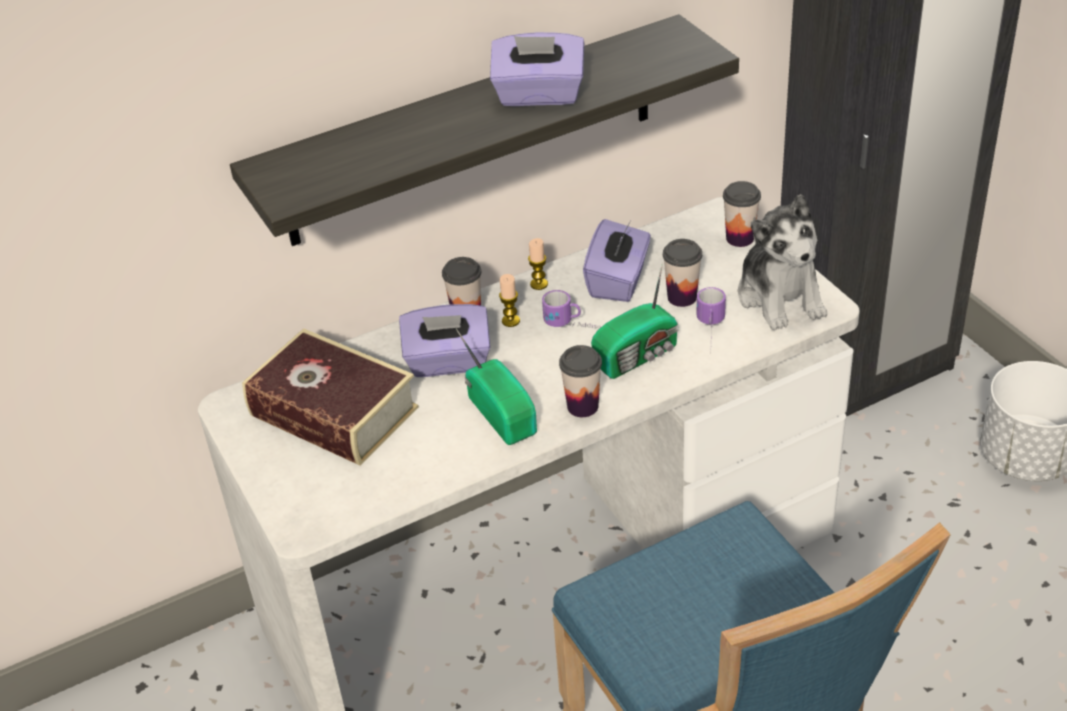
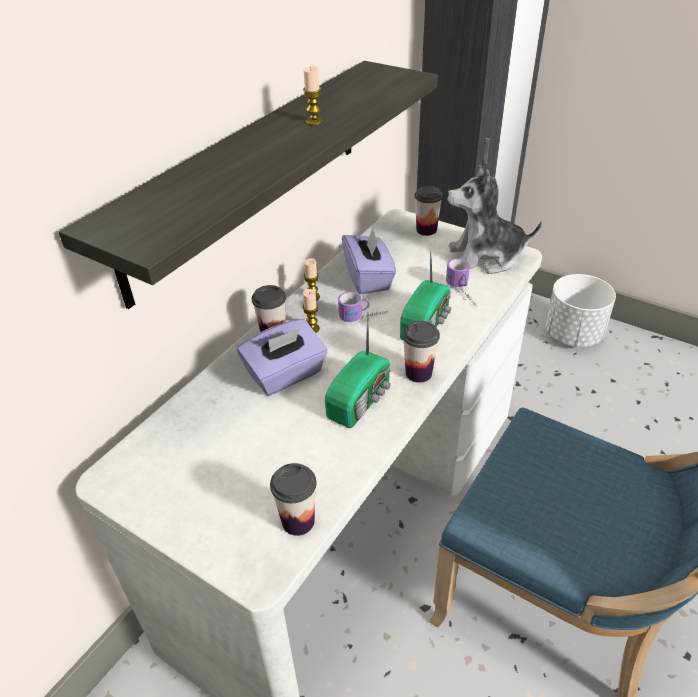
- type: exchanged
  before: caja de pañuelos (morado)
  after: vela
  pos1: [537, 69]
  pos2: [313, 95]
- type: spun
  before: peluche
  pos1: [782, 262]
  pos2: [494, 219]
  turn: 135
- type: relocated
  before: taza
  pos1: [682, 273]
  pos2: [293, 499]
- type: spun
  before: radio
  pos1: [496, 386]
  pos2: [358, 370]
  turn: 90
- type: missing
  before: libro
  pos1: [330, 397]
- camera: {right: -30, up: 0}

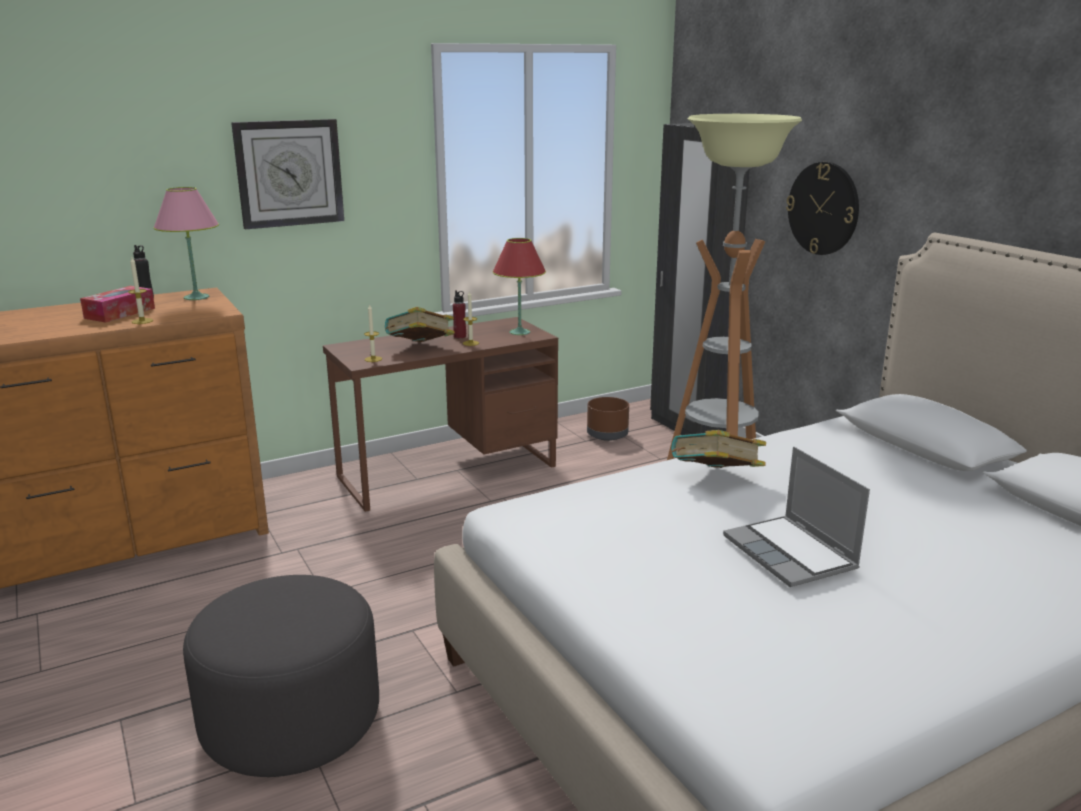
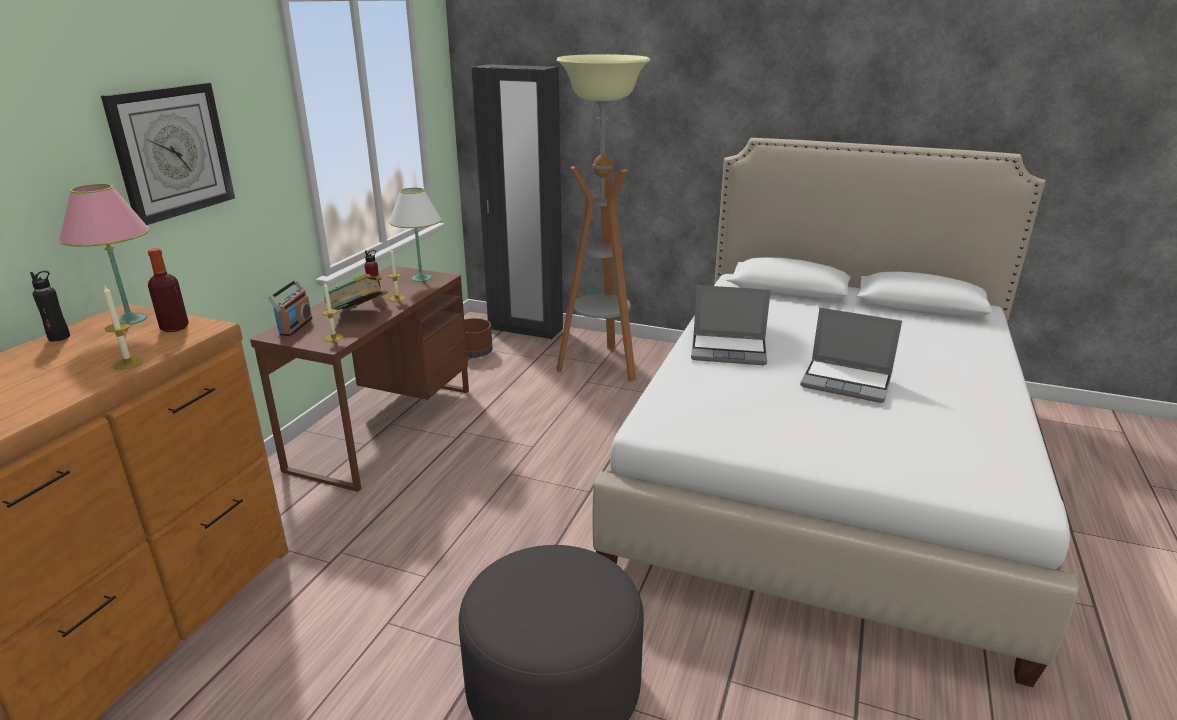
- type: missing
  before: reloj de pared
  pos1: [822, 208]
- type: colour
  before: lámpara de mesa (rojo)
  after: lámpara de mesa (blanco)
  pos1: [519, 286]
  pos2: [415, 235]
- type: missing
  before: caja de pañuelos
  pos1: [117, 304]
- type: exchanged
  before: libro
  after: portátil
  pos1: [718, 449]
  pos2: [731, 325]
- type: appeared
  after: botella
  pos2: [168, 290]
- type: appeared
  after: radio
  pos2: [290, 308]
- camera: {right: -40, up: 5}

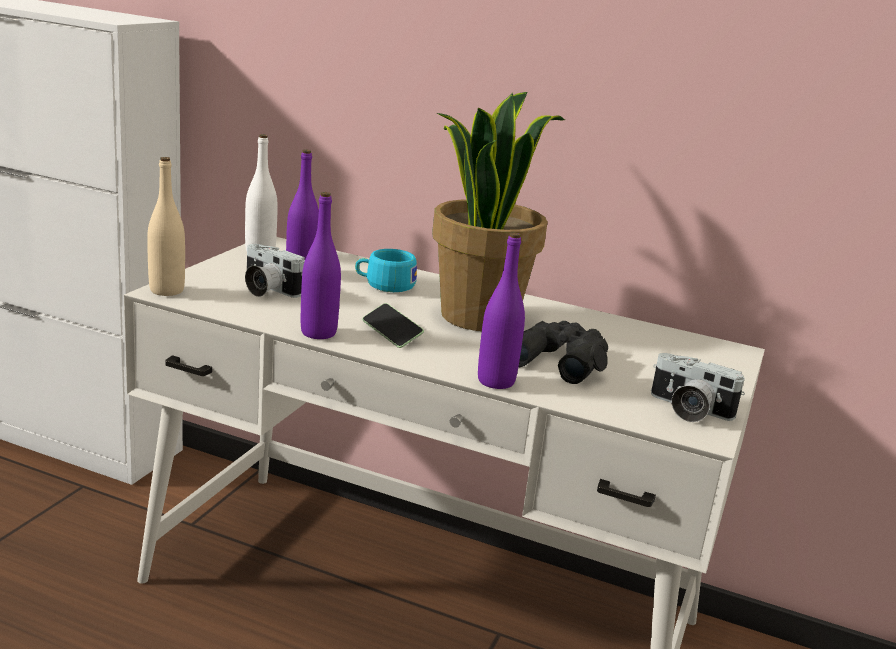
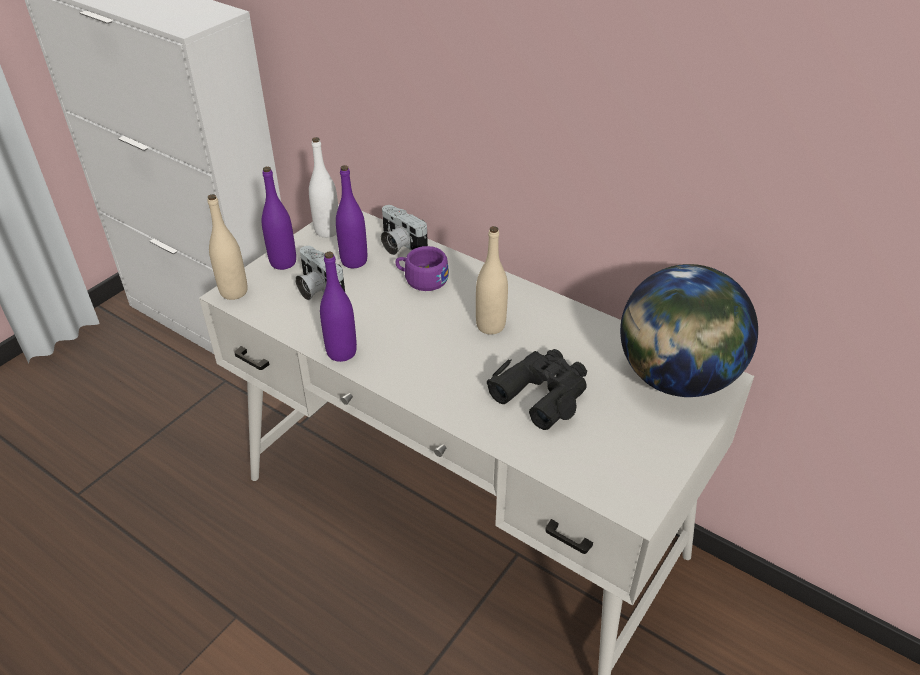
- type: exchanged
  before: planta en maceta
  after: botella (beis)
  pos1: [498, 211]
  pos2: [492, 280]
- type: relocated
  before: botella (morado)
  pos1: [501, 310]
  pos2: [279, 218]
- type: colour
  before: taza (turquesa)
  after: taza (morado)
  pos1: [386, 270]
  pos2: [422, 268]
- type: missing
  before: móvil
  pos1: [393, 325]
- type: relocated
  before: cámara
  pos1: [698, 387]
  pos2: [404, 230]
- type: appeared
  after: globo terráqueo
  pos2: [689, 330]
- camera: {right: 15, up: 20}

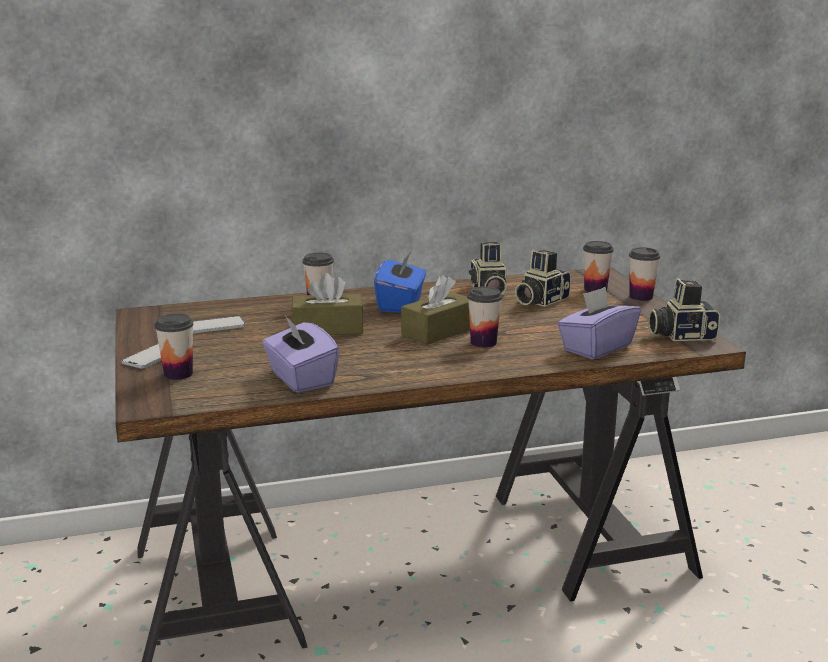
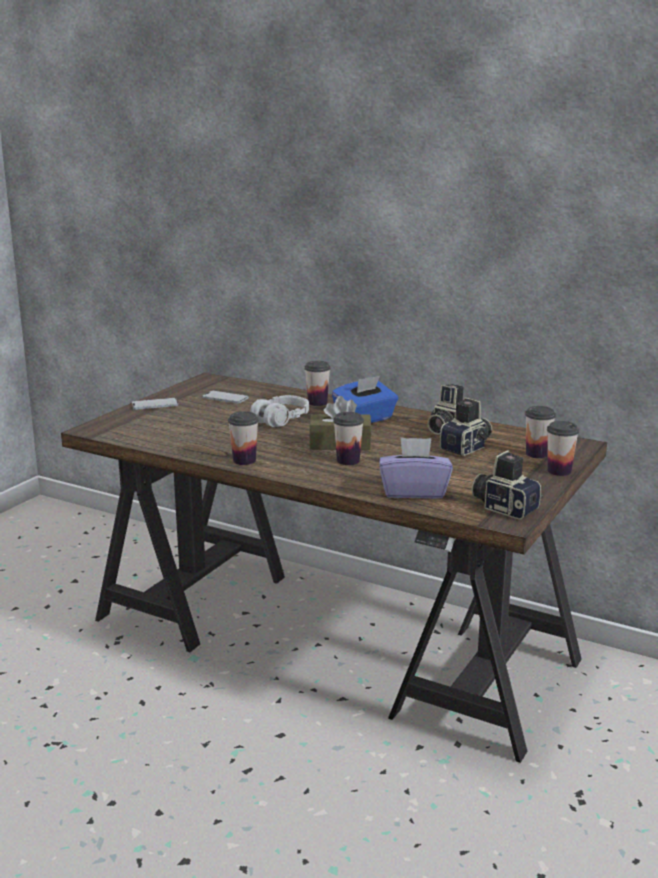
- type: spun
  before: cámara
  pos1: [543, 278]
  pos2: [466, 426]
  turn: 135
- type: exchanged
  before: caja de pañuelos (marrón)
  after: auriculares (gris)
  pos1: [328, 304]
  pos2: [279, 411]
- type: relocated
  before: taza
  pos1: [174, 346]
  pos2: [243, 438]
- type: missing
  before: caja de pañuelos (morado)
  pos1: [300, 355]
- camera: {right: 45, up: 0}

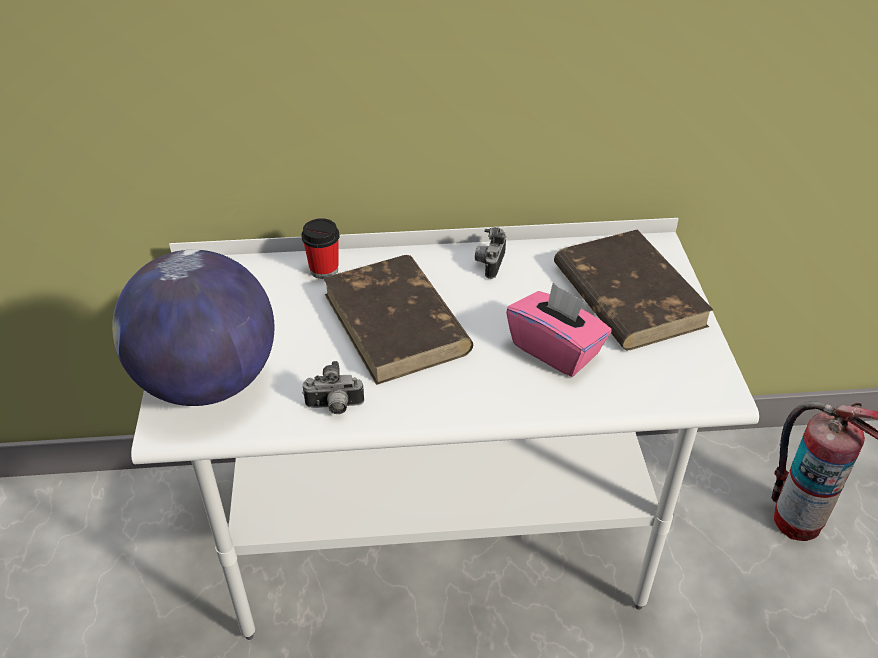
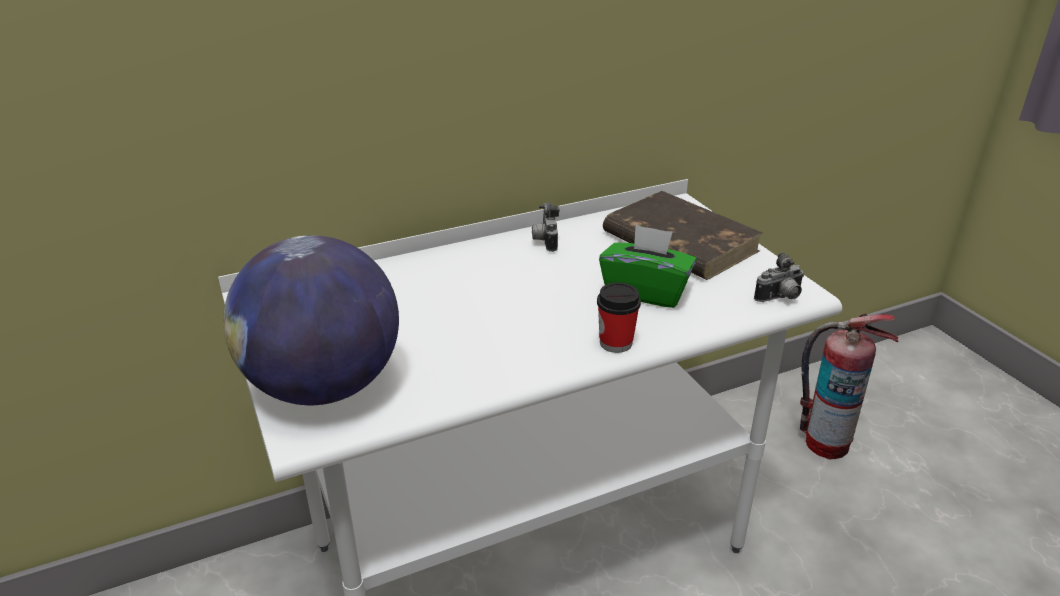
- type: relocated
  before: taza
  pos1: [320, 248]
  pos2: [619, 318]
- type: missing
  before: libro (marrón)
  pos1: [398, 320]
- type: colour
  before: caja de pañuelos (rosa)
  after: caja de pañuelos (verde)
  pos1: [558, 330]
  pos2: [648, 266]
- type: relocated
  before: cámara
  pos1: [333, 387]
  pos2: [779, 277]
- camera: {right: -20, up: -10}

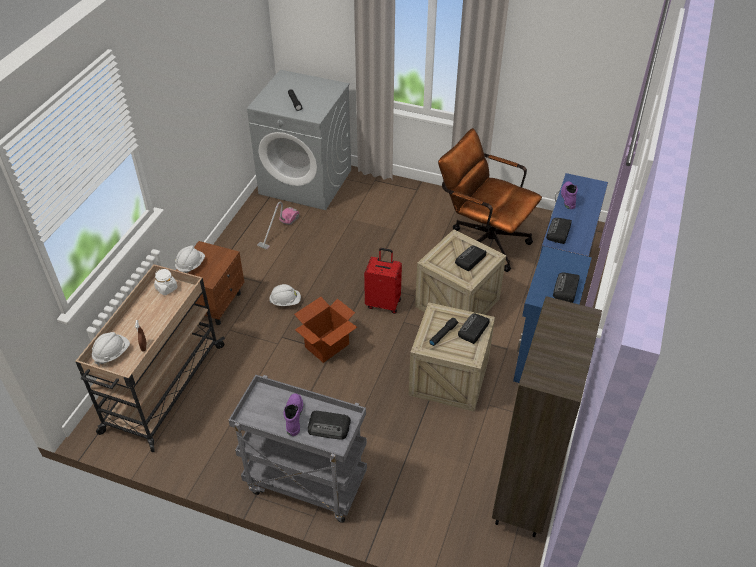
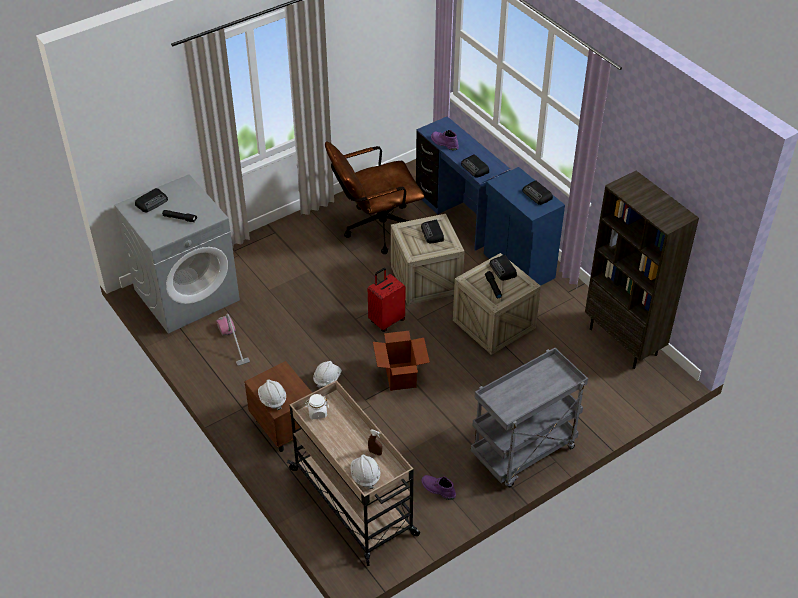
- type: relocated
  before: bota (morado)
  pos1: [293, 414]
  pos2: [439, 487]
- type: relocated
  before: radio
  pos1: [329, 425]
  pos2: [151, 200]
- camera: {right: -55, up: 0}

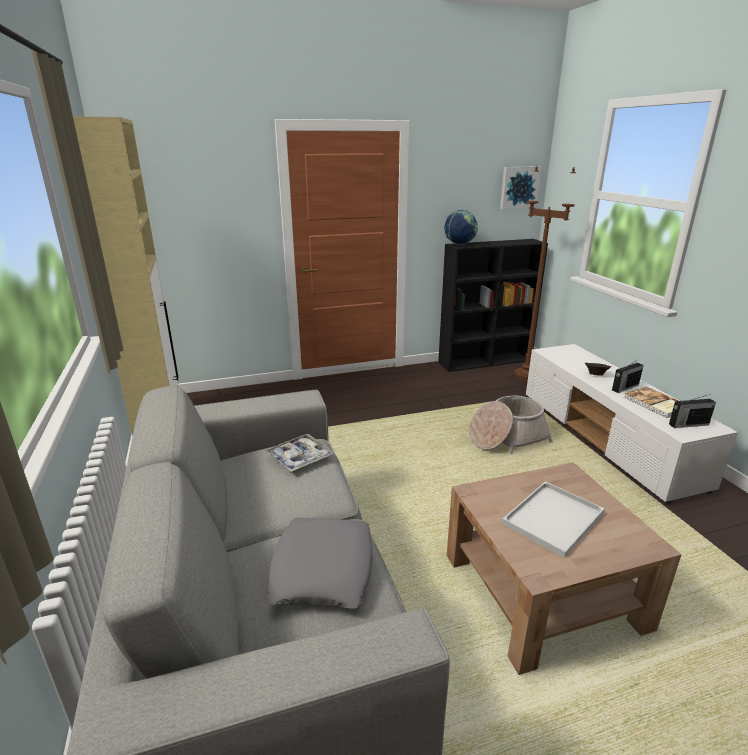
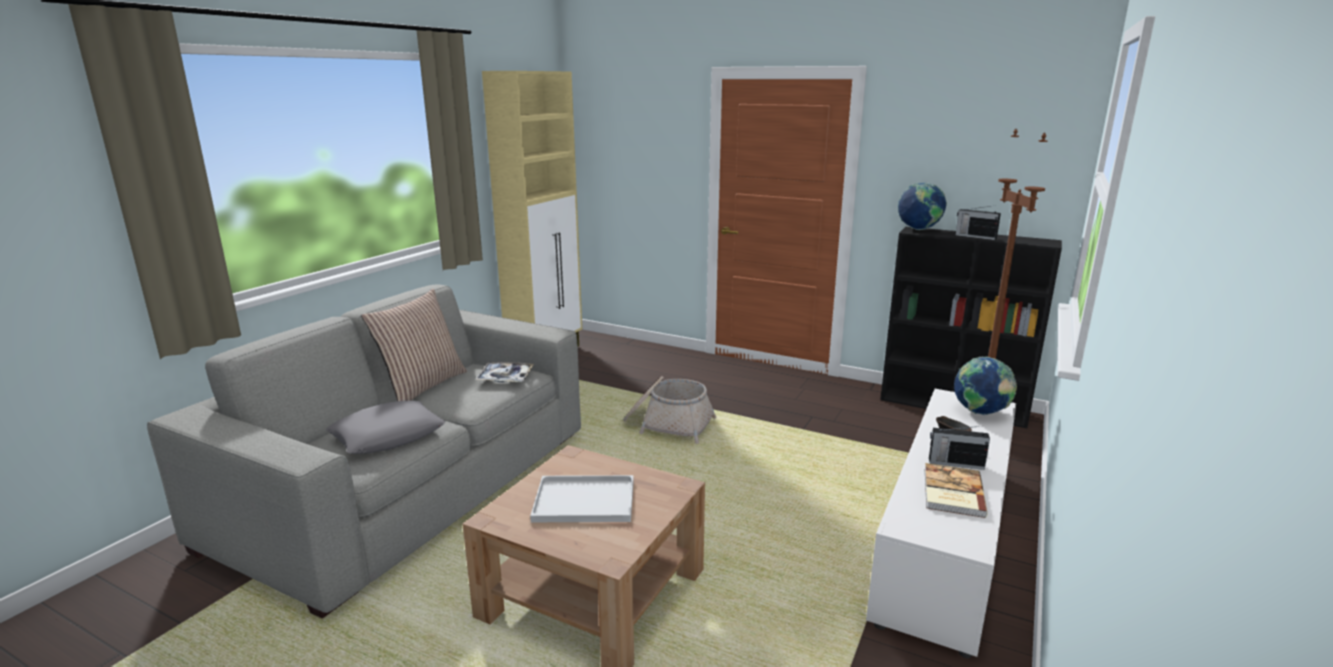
- type: missing
  before: cuadro
  pos1: [520, 188]
- type: relocated
  before: radio
  pos1: [692, 411]
  pos2: [978, 223]
- type: relocated
  before: cesta
  pos1: [511, 425]
  pos2: [670, 410]
- type: appeared
  after: cojín
  pos2: [414, 345]
- type: appeared
  after: globo terráqueo
  pos2: [985, 385]
- camera: {right: 45, up: -5}

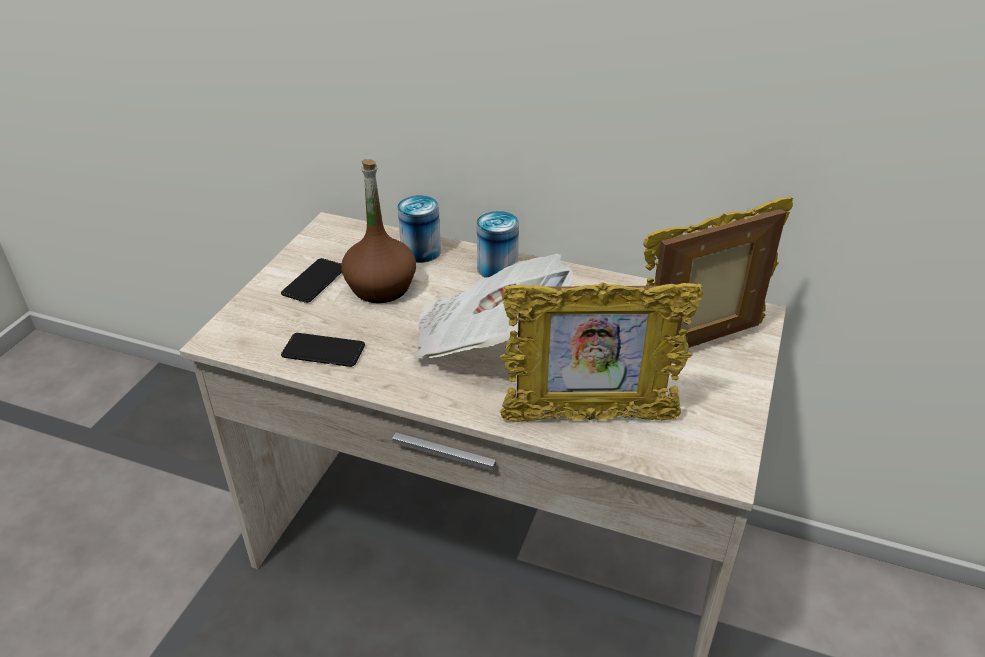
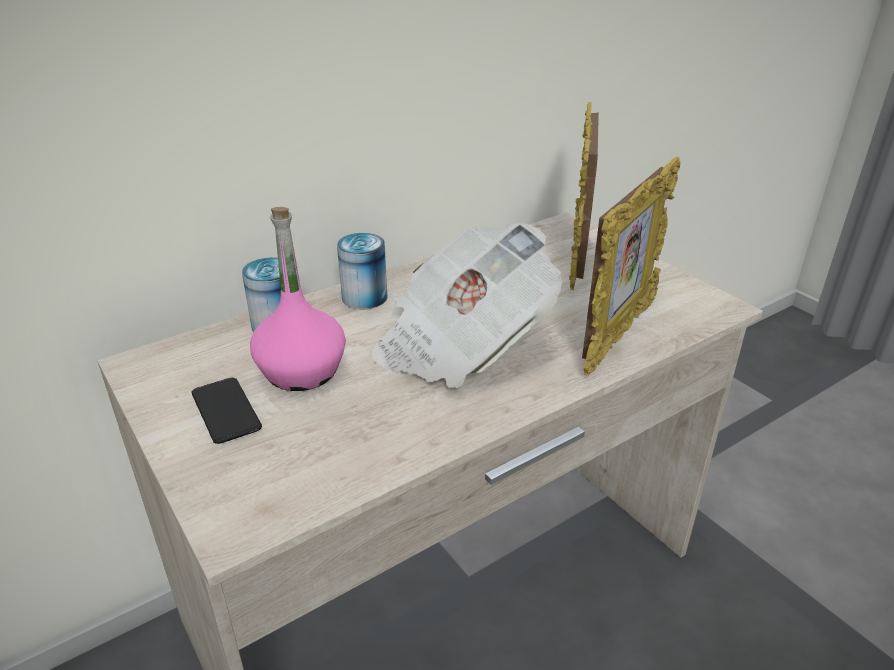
- type: colour
  before: botella (marrón)
  after: botella (rosa)
  pos1: [378, 231]
  pos2: [298, 299]
- type: missing
  before: móvil
  pos1: [323, 350]
- camera: {right: -55, up: -5}

